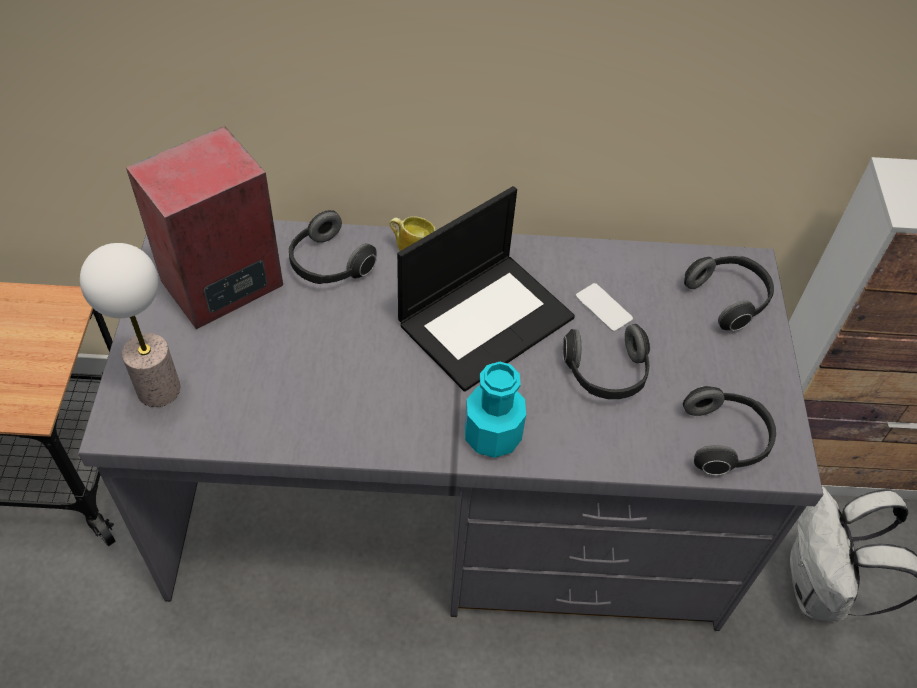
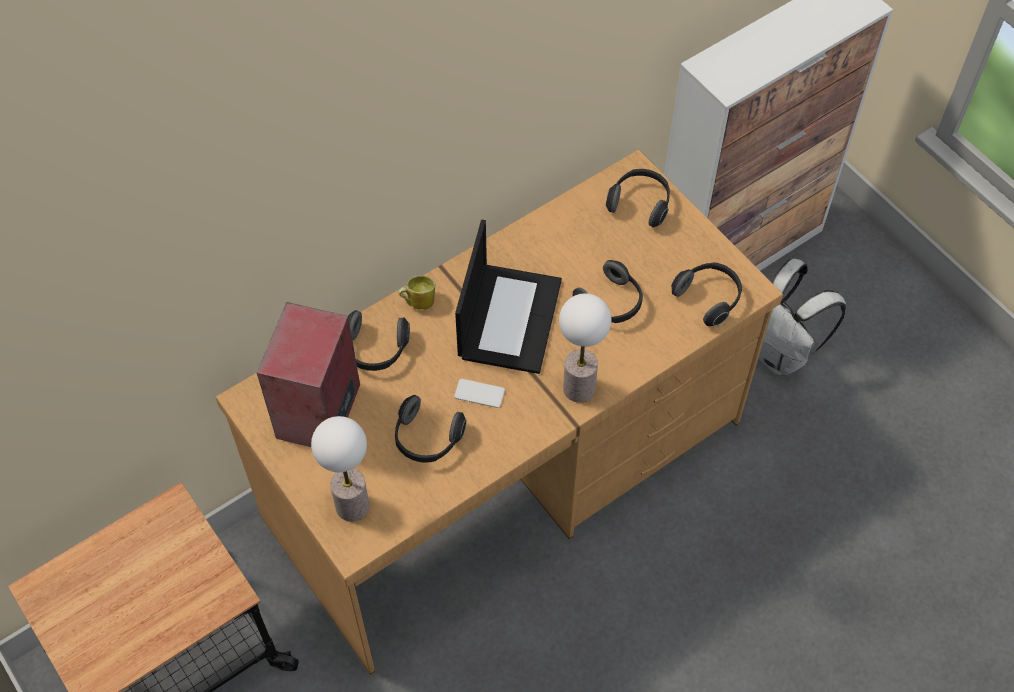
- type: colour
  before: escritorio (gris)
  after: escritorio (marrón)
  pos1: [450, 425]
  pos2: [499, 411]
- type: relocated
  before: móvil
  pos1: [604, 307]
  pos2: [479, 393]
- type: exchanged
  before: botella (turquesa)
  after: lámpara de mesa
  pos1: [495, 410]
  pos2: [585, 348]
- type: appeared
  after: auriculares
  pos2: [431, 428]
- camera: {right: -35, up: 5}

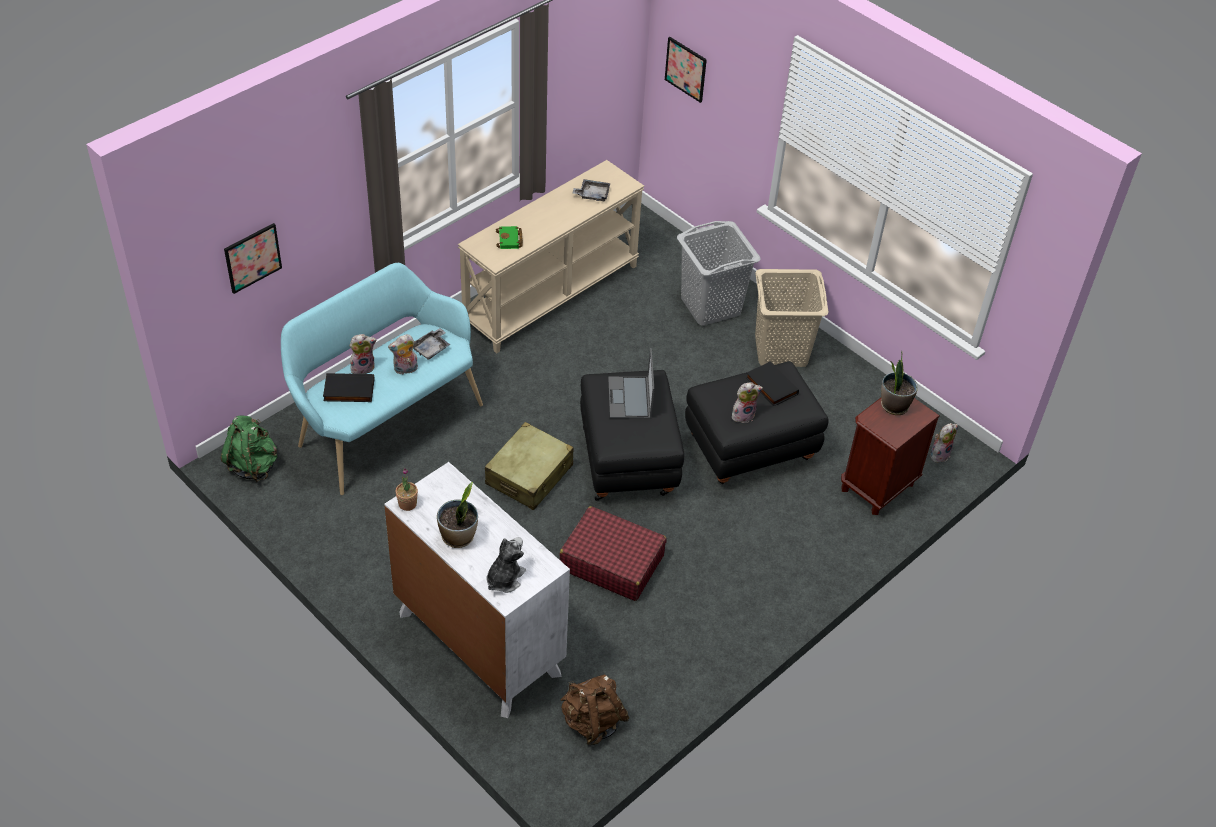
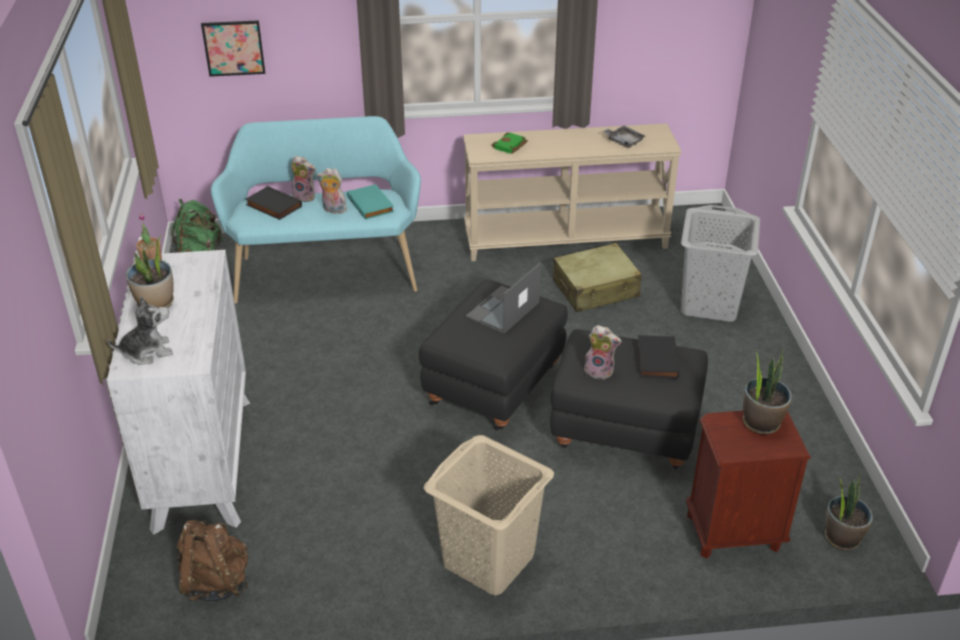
- type: missing
  before: cuadro
  pos1: [686, 70]
- type: relocated
  before: cesto de la ropa (beis)
  pos1: [792, 318]
  pos2: [489, 515]
- type: exchanged
  before: bandeja (gris)
  after: libro (turquesa)
  pos1: [431, 344]
  pos2: [370, 202]
- type: relocated
  before: maleta (beis)
  pos1: [529, 466]
  pos2: [597, 277]
- type: exchanged
  before: peluche
  after: planta en maceta
  pos1: [944, 443]
  pos2: [849, 510]
- type: missing
  before: maleta (rojo)
  pos1: [613, 553]
- camera: {right: 40, up: -10}

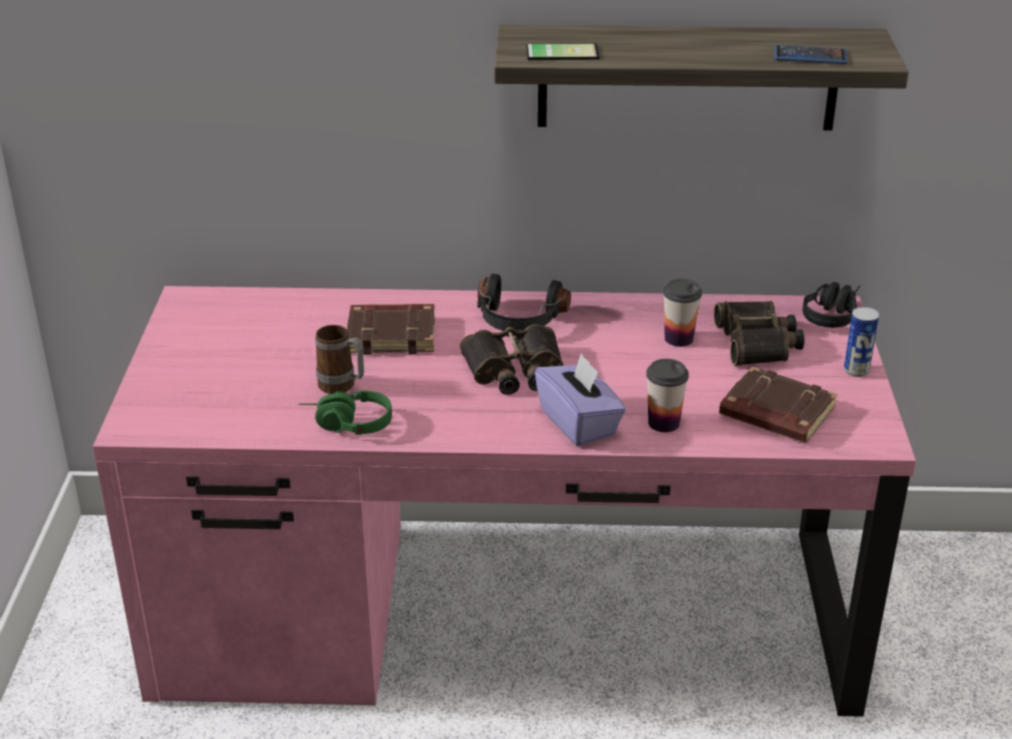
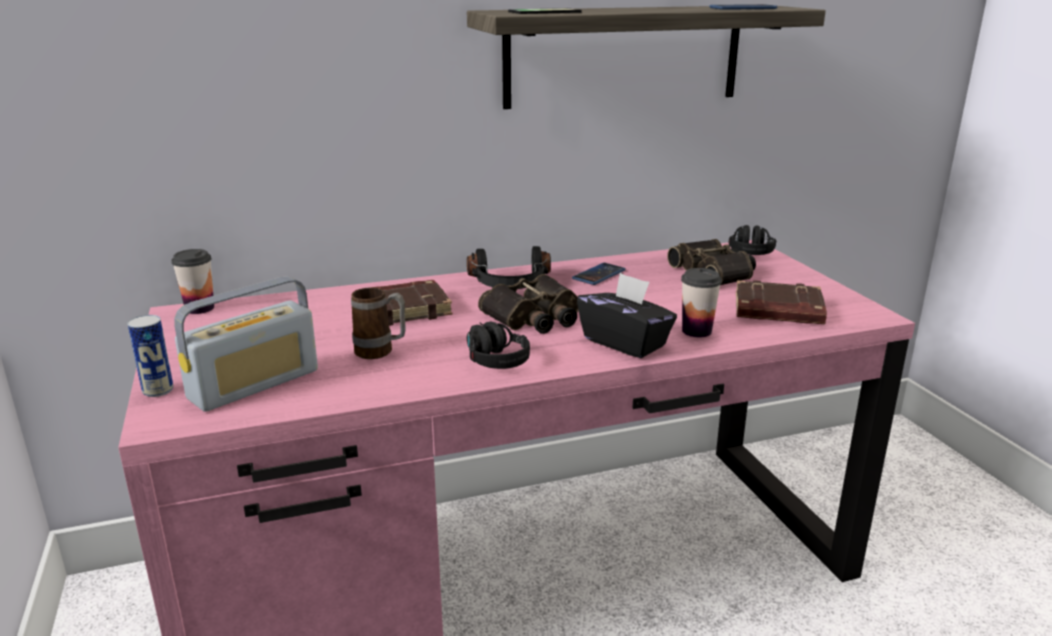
- type: relocated
  before: taza
  pos1: [682, 313]
  pos2: [192, 281]
- type: relocated
  before: lata
  pos1: [861, 342]
  pos2: [150, 356]
- type: colour
  before: caja de pañuelos (morado)
  after: caja de pañuelos (negro)
  pos1: [580, 399]
  pos2: [627, 315]
- type: missing
  before: auriculares (verde)
  pos1: [345, 412]
- type: appeared
  after: móvil
  pos2: [599, 274]
- type: appeared
  after: radio
  pos2: [246, 344]
- type: appeared
  after: auriculares (negro)
  pos2: [498, 345]
- camera: {right: -20, up: -10}

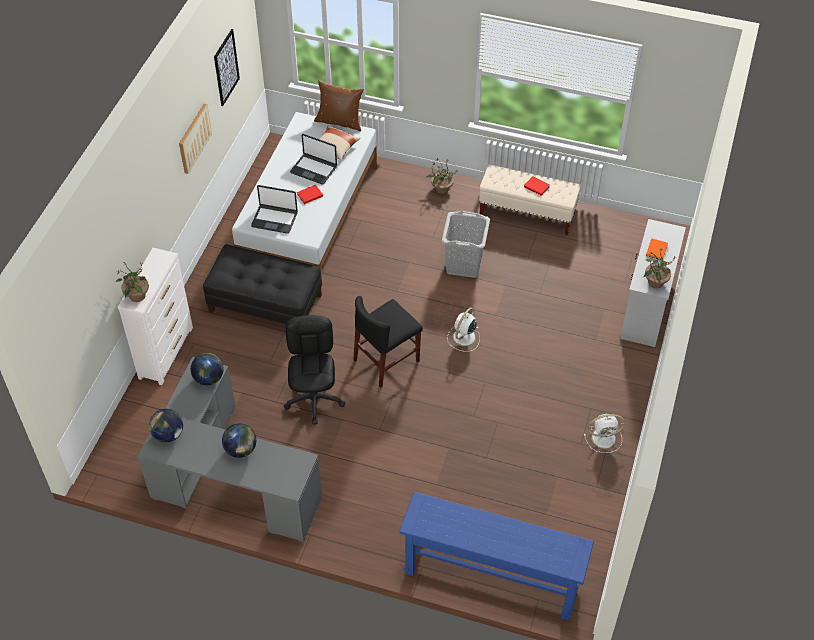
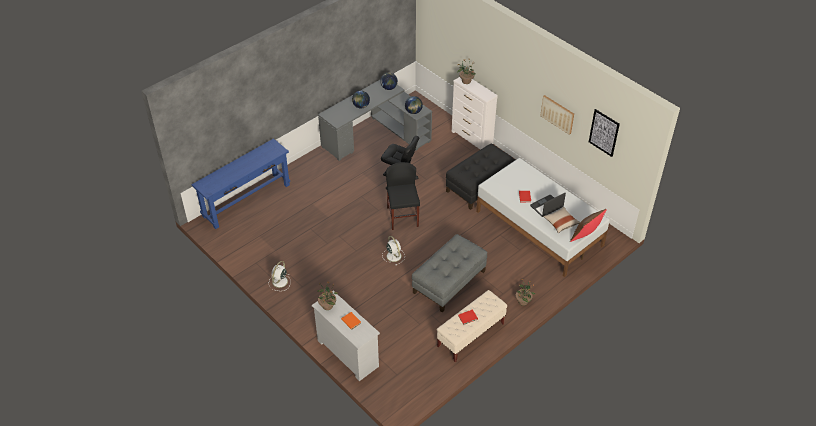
- type: missing
  before: portátil
  pos1: [274, 209]
- type: exchanged
  before: cesto de la ropa (gris)
  after: puf (gris)
  pos1: [466, 244]
  pos2: [449, 273]
- camera: {right: 120, up: -5}

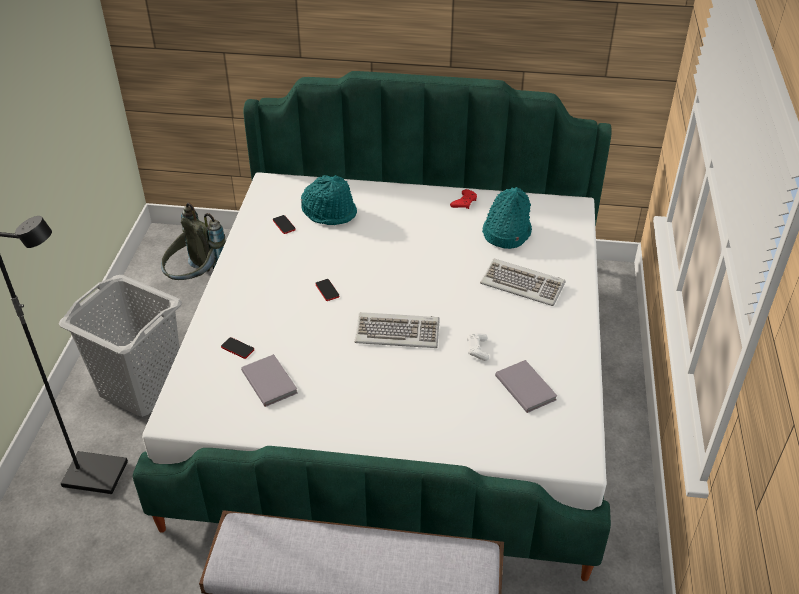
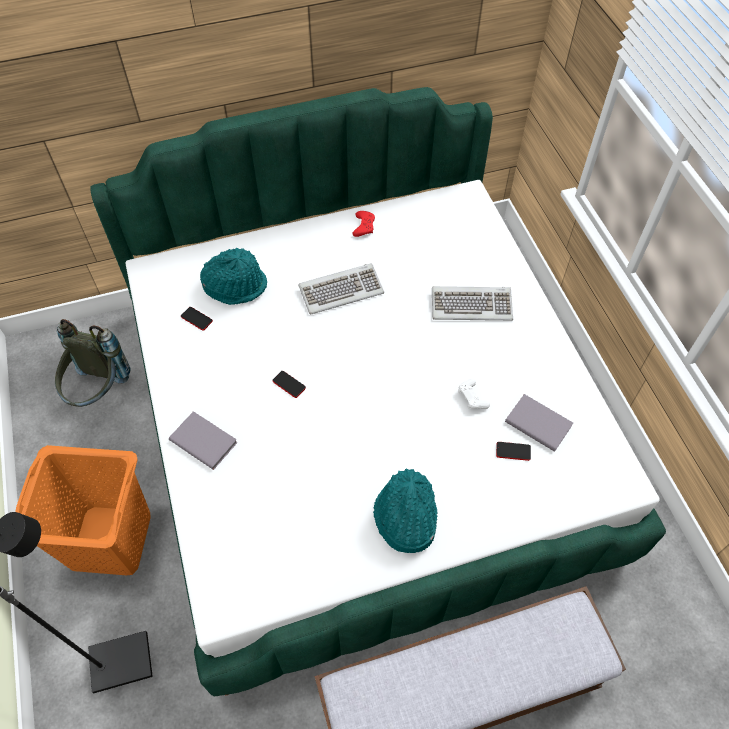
- type: relocated
  before: sombrero (turquesa)
  pos1: [507, 218]
  pos2: [405, 510]
- type: colour
  before: cesto de la ropa (gris)
  after: cesto de la ropa (naranja)
  pos1: [120, 346]
  pos2: [83, 510]
- type: relocated
  before: teclado
  pos1: [397, 330]
  pos2: [341, 289]
- type: relocated
  before: móvil
  pos1: [237, 348]
  pos2: [513, 451]
- type: relocated
  before: libro (gris)
  pos1: [269, 380]
  pos2: [203, 440]
- camera: {right: -25, up: 15}

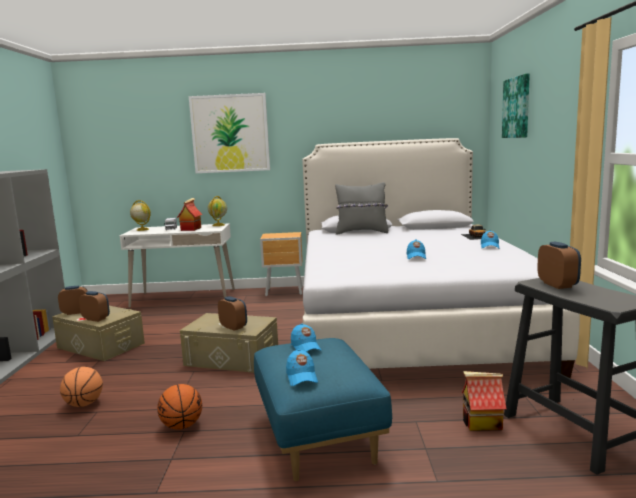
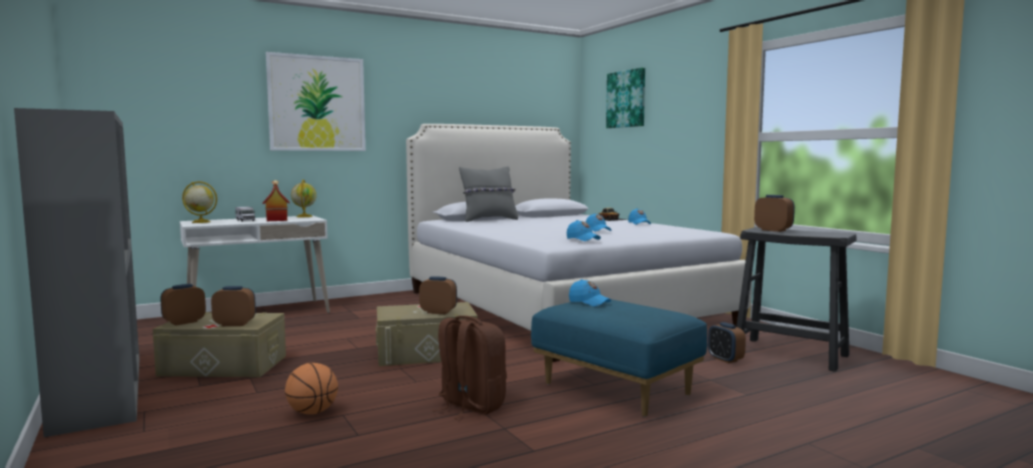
- type: missing
  before: mesita de noche (marrón)
  pos1: [281, 264]
- type: relocated
  before: gorra (azul)
  pos1: [302, 367]
  pos2: [584, 230]
- type: exchanged
  before: casita
  after: despertador
  pos1: [484, 401]
  pos2: [727, 342]
- type: exchanged
  before: balón de baloncesto
  after: mochila (marrón)
  pos1: [179, 407]
  pos2: [469, 367]
- camera: {right: -30, up: -5}

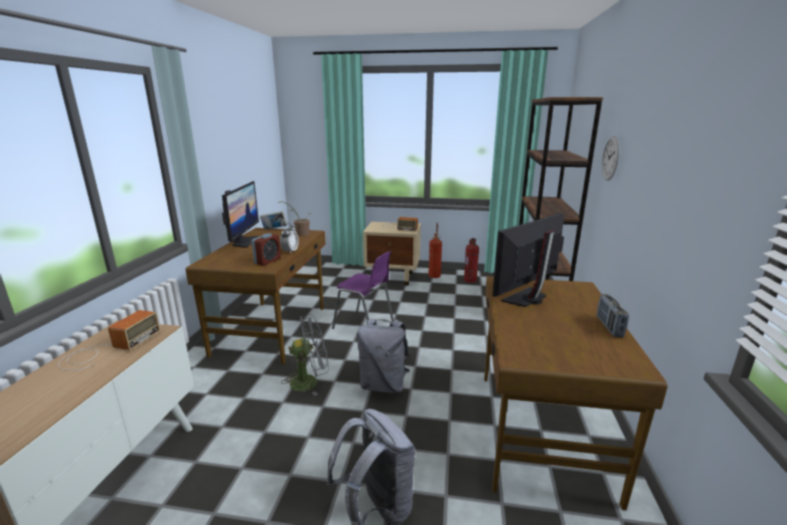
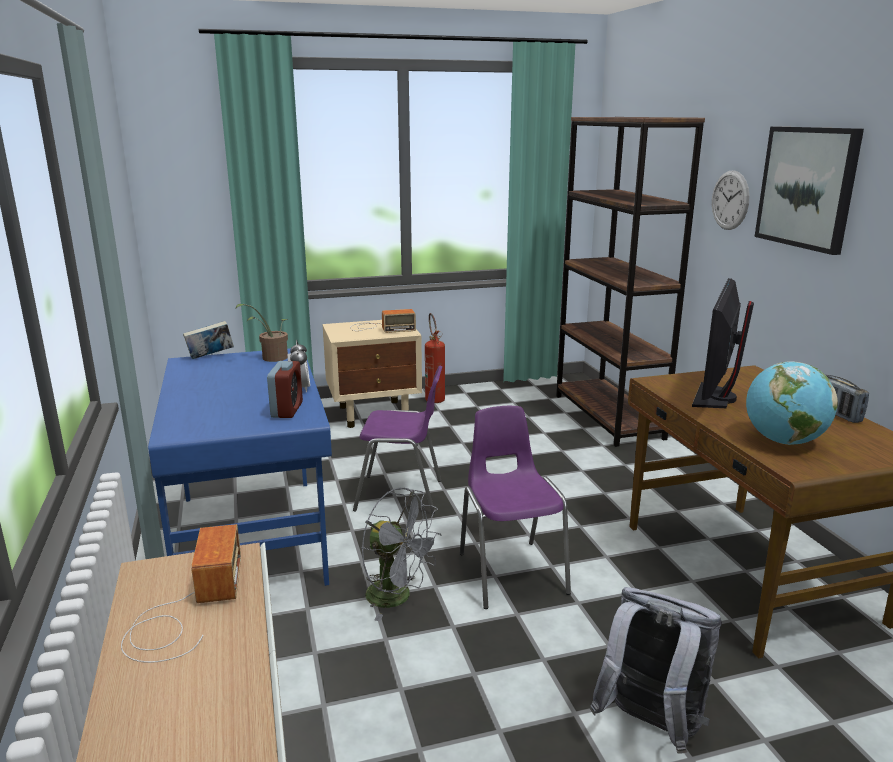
- type: missing
  before: monitor
  pos1: [240, 214]
- type: colour
  before: escritorio (marrón)
  after: escritorio (azul)
  pos1: [256, 296]
  pos2: [240, 467]
- type: missing
  before: extintor
  pos1: [471, 260]
- type: spun
  before: ventilador (gris)
  pos1: [305, 355]
  pos2: [402, 554]
  turn: 75
- type: exchanged
  before: mochila (gris)
  after: silla (morado)
  pos1: [383, 355]
  pos2: [515, 507]
- type: appeared
  after: cuadro
  pos2: [809, 191]
- type: appeared
  after: globo terráqueo
  pos2: [792, 403]
- camera: {right: -25, up: 0}

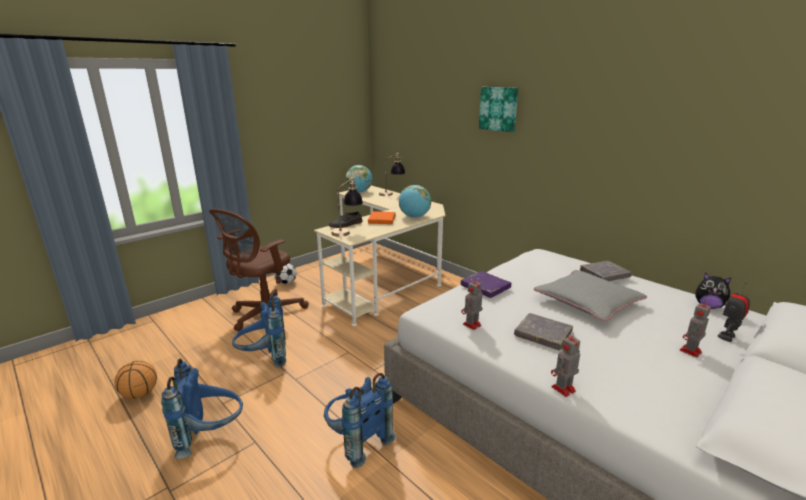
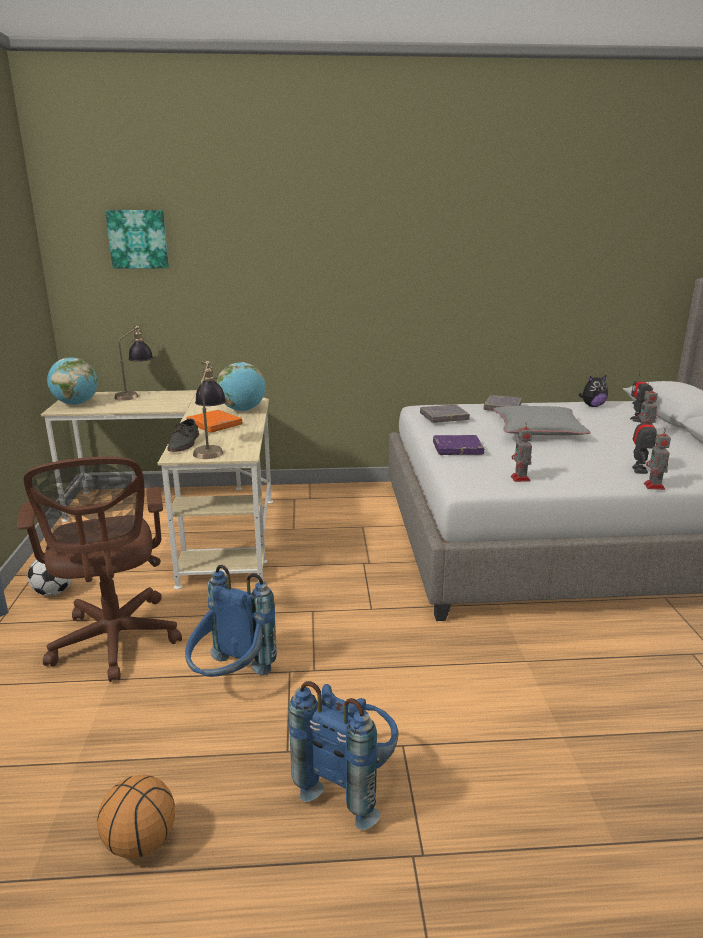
- type: relocated
  before: cuadro
  pos1: [498, 109]
  pos2: [137, 239]
- type: relocated
  before: libro (gris)
  pos1: [543, 331]
  pos2: [445, 413]
- type: missing
  before: mochila (azul)
  pos1: [359, 420]
- type: appeared
  after: robot de juguete
  pos2: [644, 443]
- camera: {right: -50, up: 0}

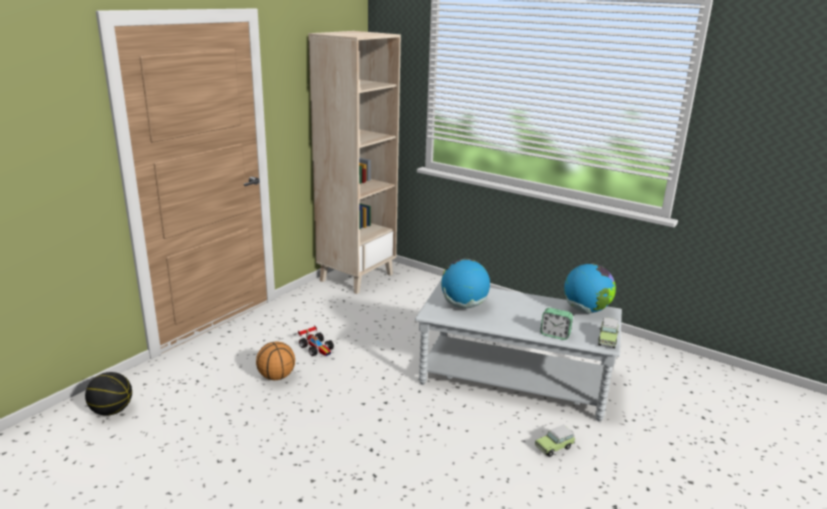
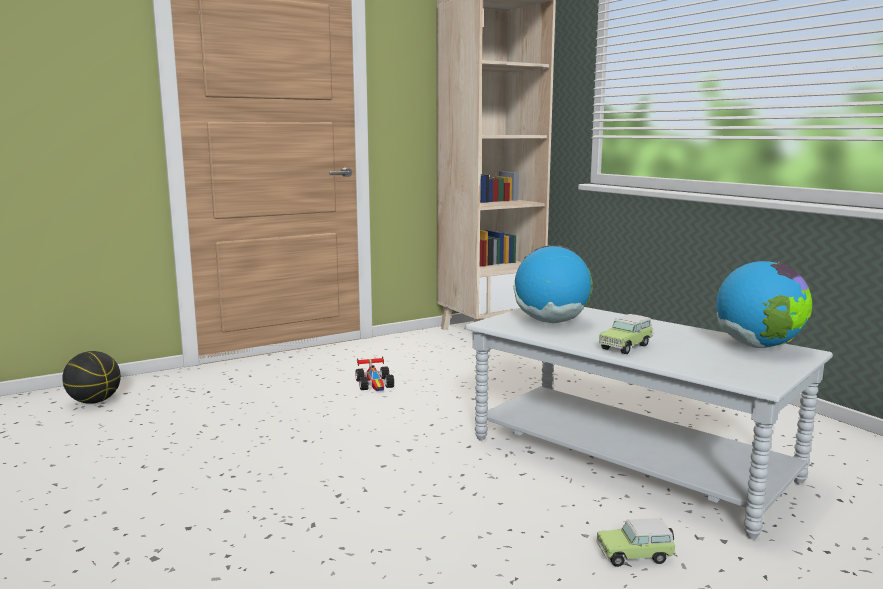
- type: missing
  before: despertador
  pos1: [556, 324]
- type: relocated
  before: coche de juguete
  pos1: [608, 332]
  pos2: [626, 334]
- type: missing
  before: balón de baloncesto
  pos1: [275, 360]
- camera: {right: 25, up: -10}

